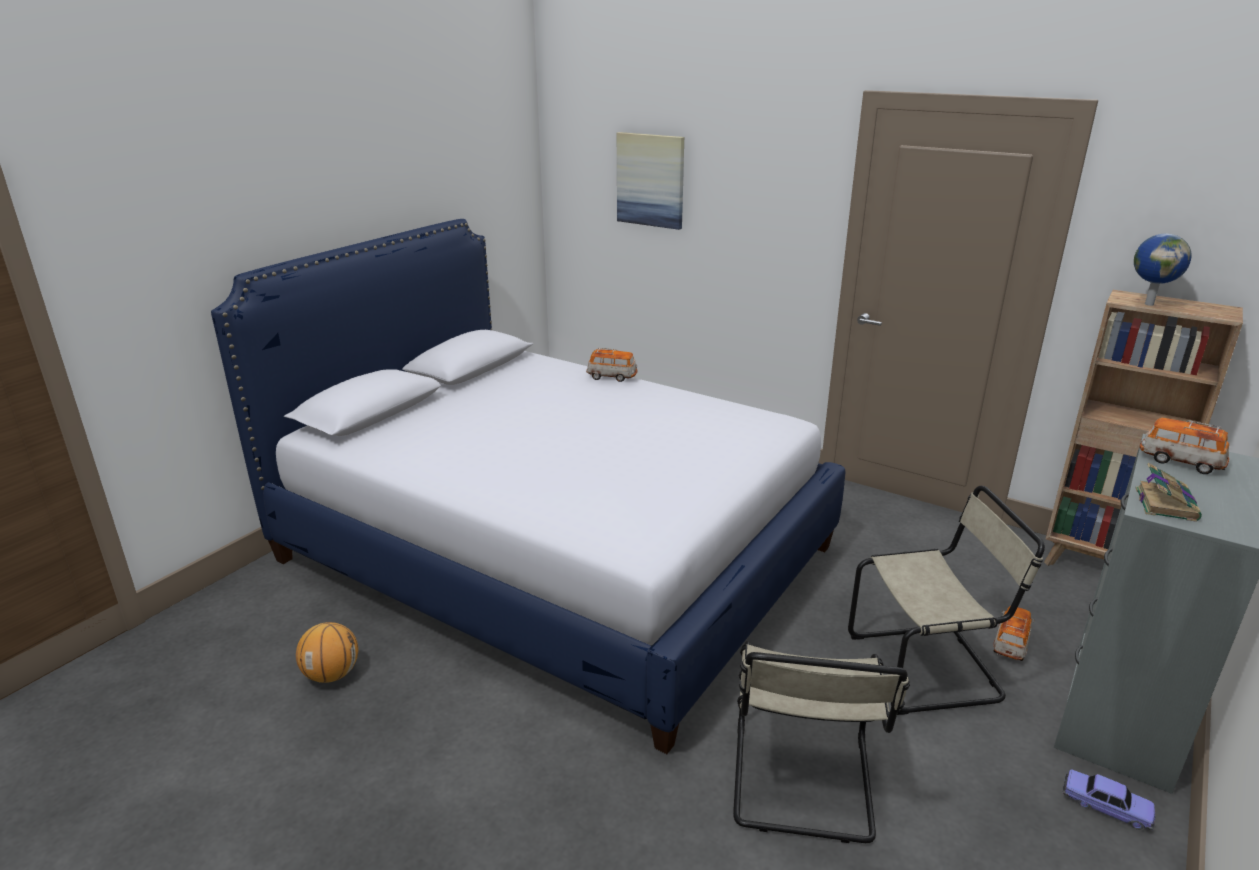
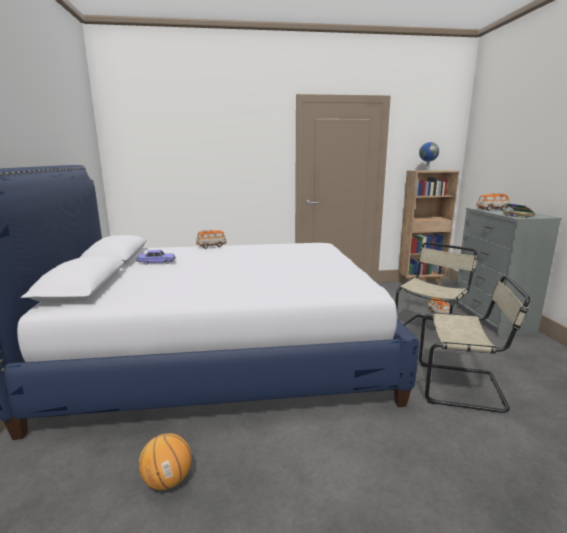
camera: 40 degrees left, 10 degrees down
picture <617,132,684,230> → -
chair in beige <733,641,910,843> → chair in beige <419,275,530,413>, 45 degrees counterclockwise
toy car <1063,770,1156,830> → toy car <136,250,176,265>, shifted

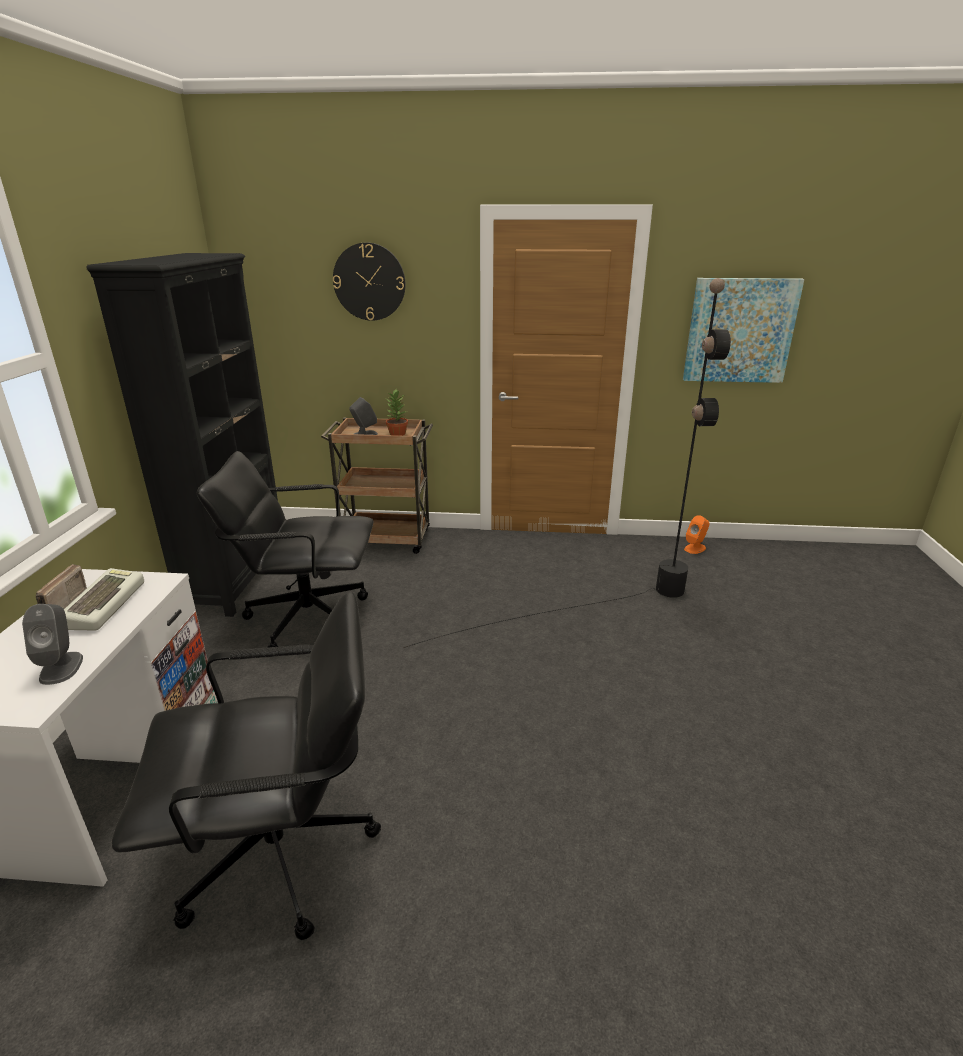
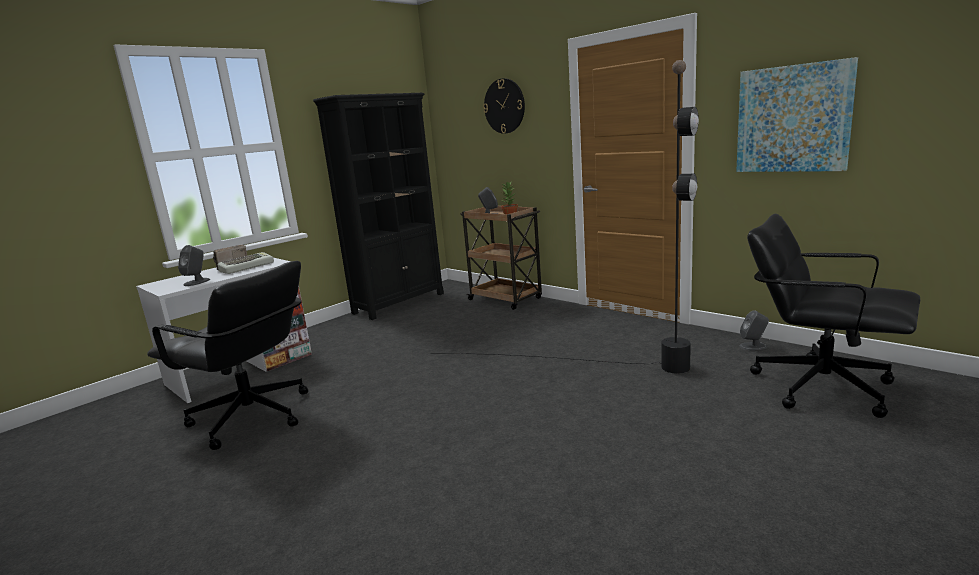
camera: 40 degrees right, 10 degrees down
office chair in black <196,451,374,648> → office chair in black <747,214,920,418>, shifted
speaker in orange <684,515,709,554> → speaker in grey <740,310,769,350>

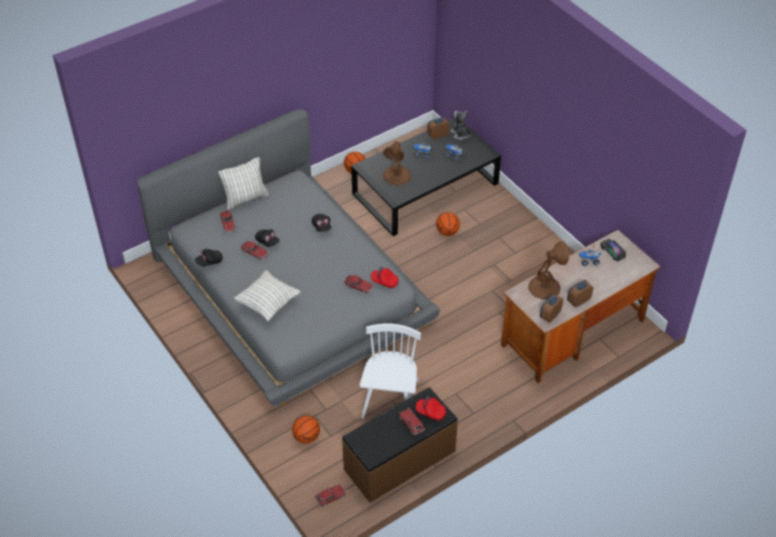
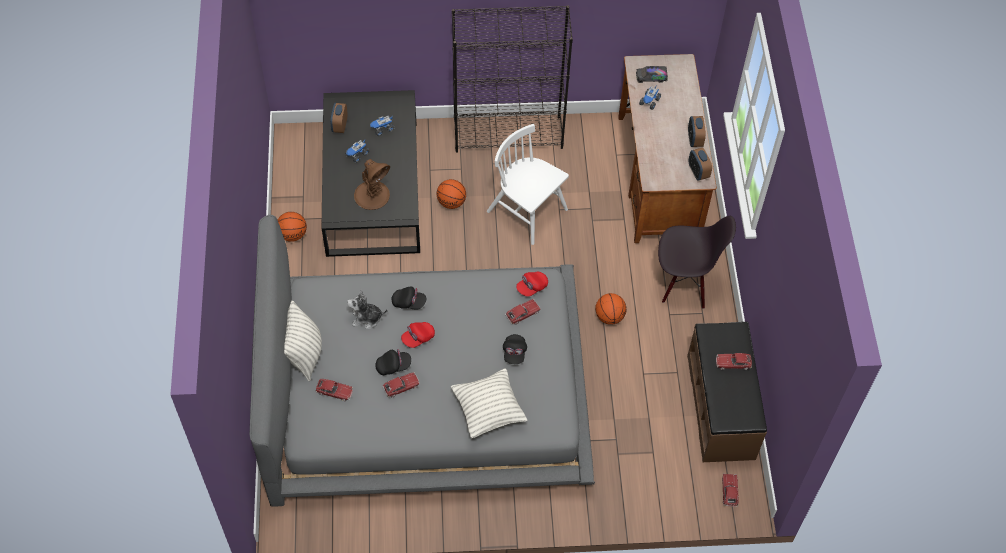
camera: 60 degrees left, 10 degrees up
plush toy <450,110,470,140> → plush toy <347,289,388,329>, shifted
table lamp in brown <528,241,569,300> → -
cap in black <195,249,223,267> → cap in black <503,334,527,364>, shifted
chair in white <360,323,421,419> → chair in white <487,124,569,245>, shifted
cap in red <416,396,446,420> → cap in red <401,322,435,348>, shifted
basketball <292,416,320,444> → basketball <595,293,627,325>, shifted
- → bookcase in black <452,5,573,153>
- → chair in black <658,216,736,309>

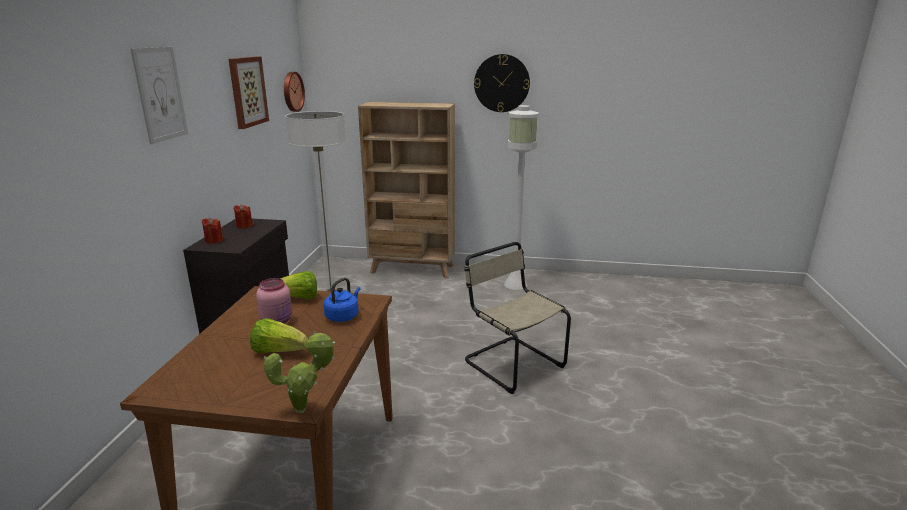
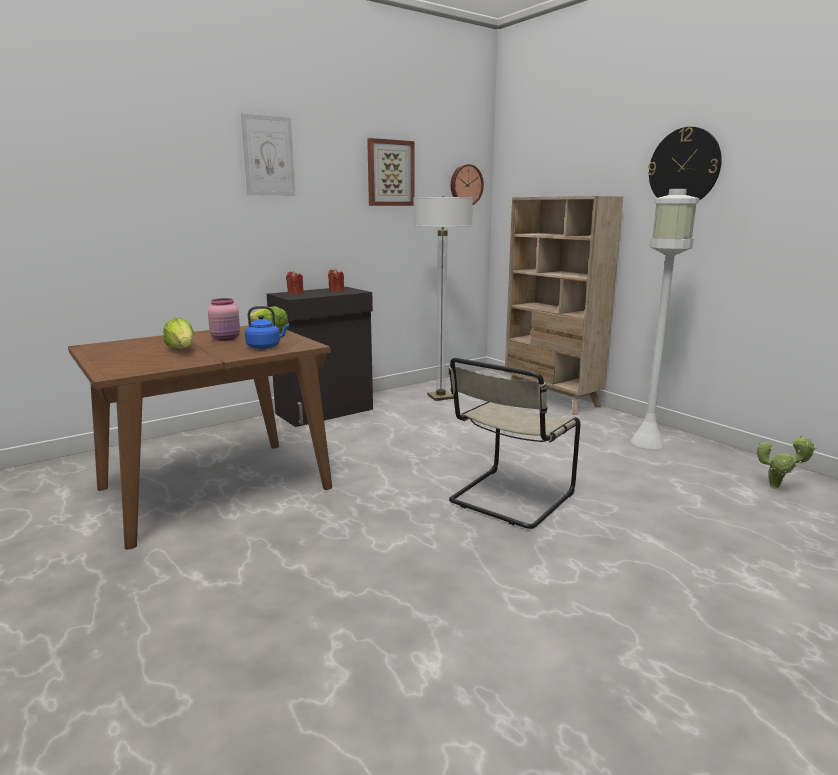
camera: 45 degrees right, 5 degrees down
chair in beige <464,242,571,394> → chair in beige <449,358,580,529>, 150 degrees counterclockwise
potted plant <263,332,336,413> → potted plant <757,435,817,489>, shifted

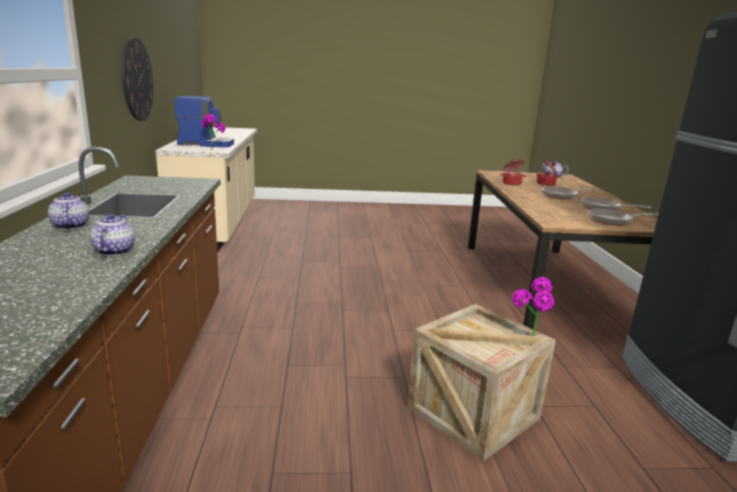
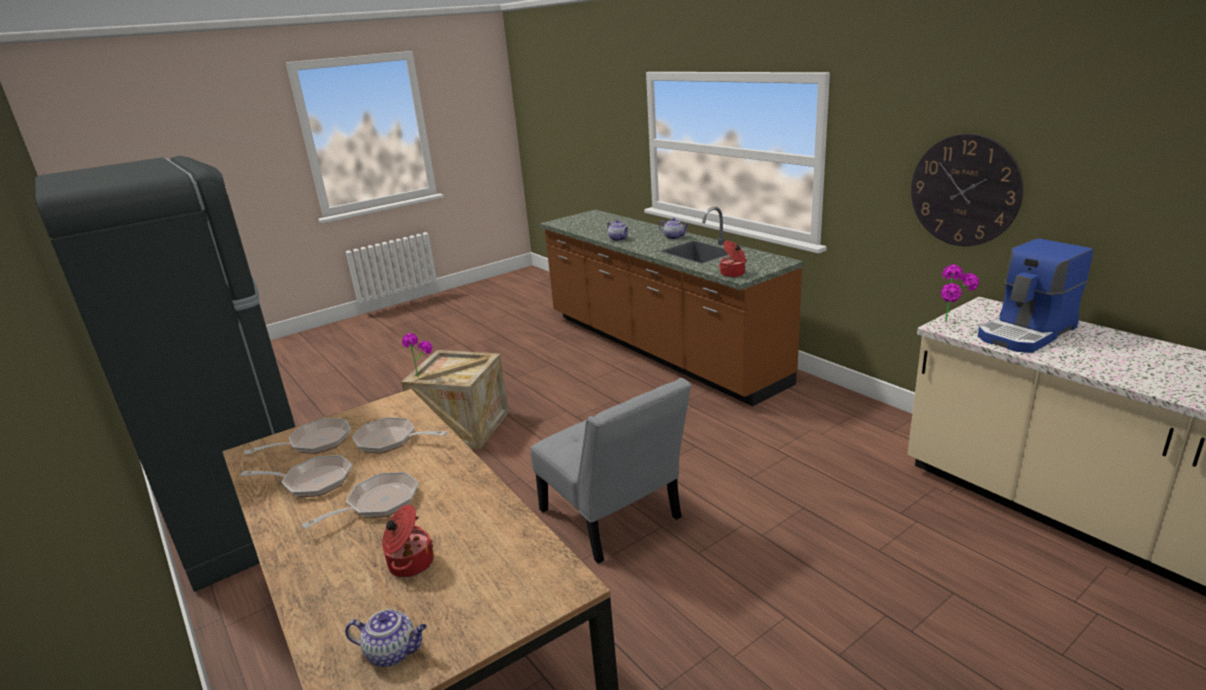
camera: 150 degrees right, 5 degrees up
cooking pot <500,160,526,186> → cooking pot <718,241,747,277>, shifted
- → chair in grey <530,378,691,564>
- → frying pan <352,417,447,453>

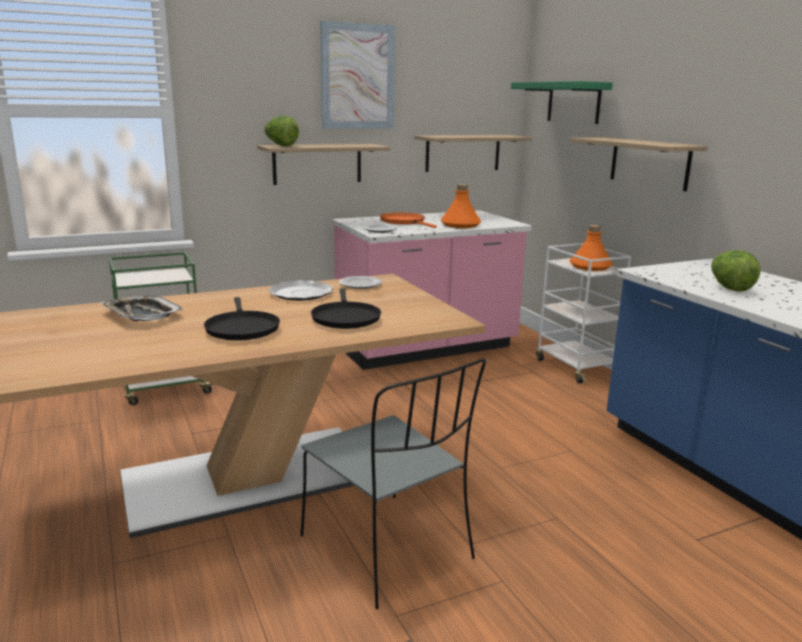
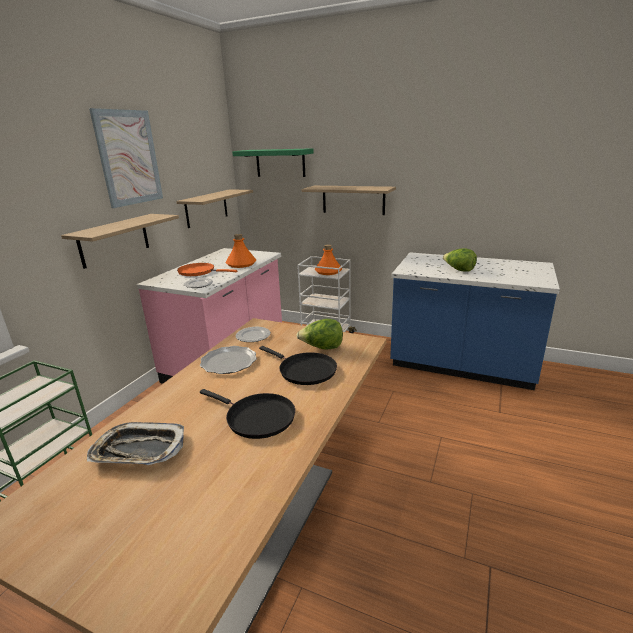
camera: 40 degrees left, 5 degrees up
lettuce <264,115,299,146> → lettuce <296,319,343,350>, shifted
chair in grey <301,358,486,609> → -

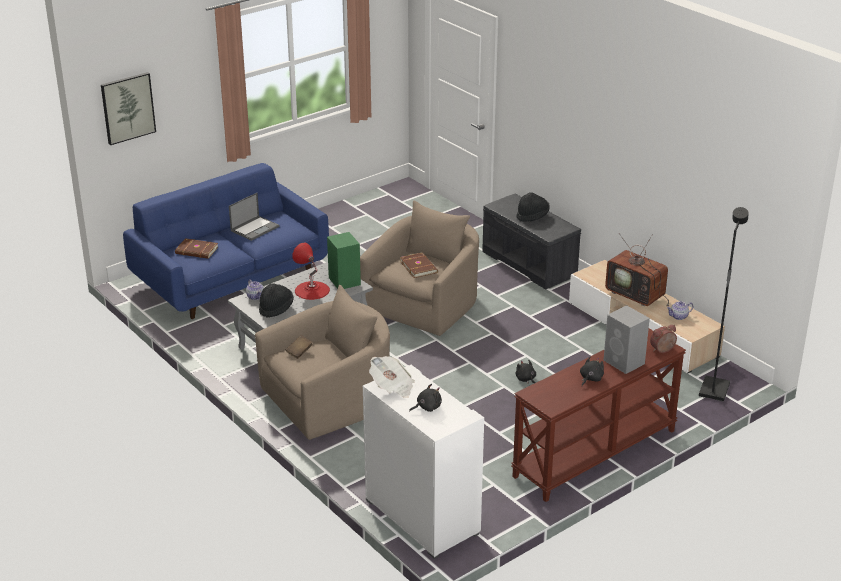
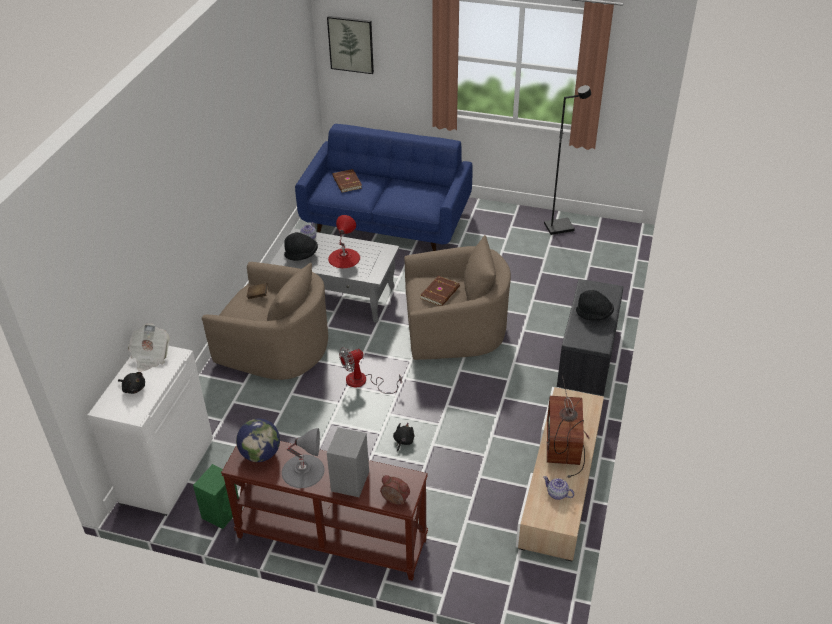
camera: 55 degrees right, 10 degrees up
laptop <229,193,279,241> → -
floor lamp in black <699,207,749,401> → floor lamp in black <544,85,591,235>, shifted
speaker in green <327,232,361,289> → speaker in green <193,464,239,529>, shifted
plush toy in black <580,356,604,386> → table lamp in grey <282,428,324,488>
- → fan <339,347,402,394>
- → globe <236,419,280,462>

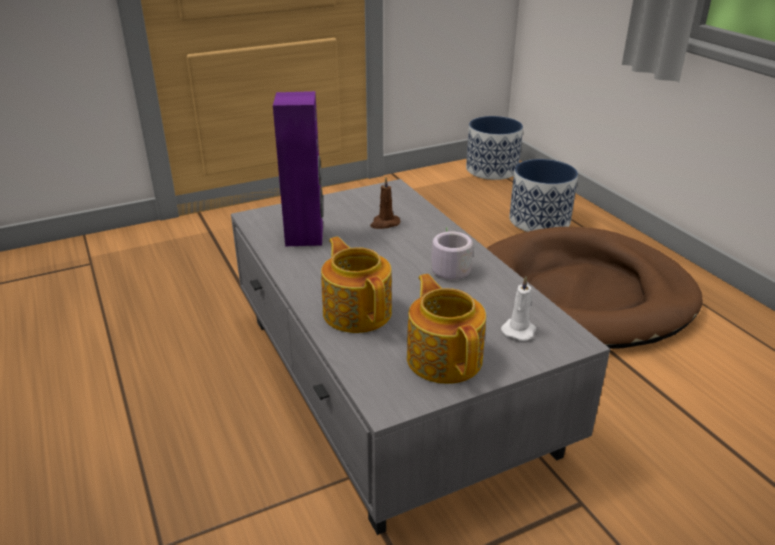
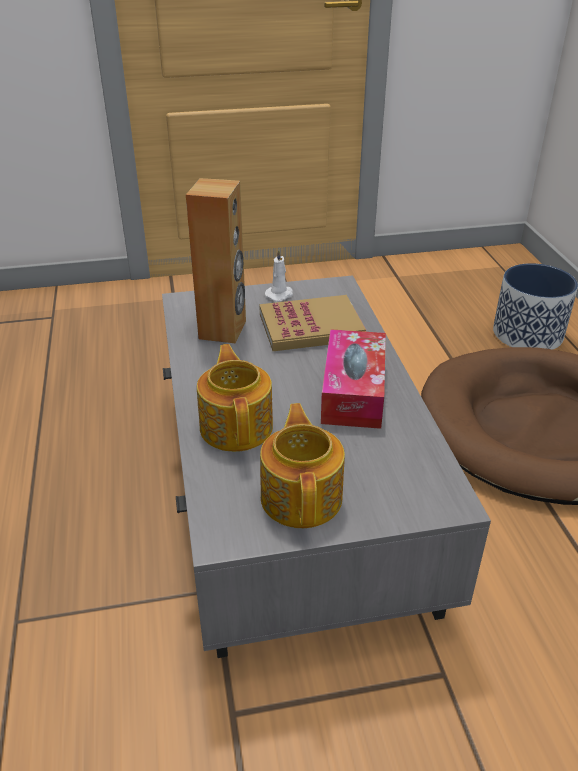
camera: 15 degrees right, 5 degrees up
speaker in purple <273,91,323,246> → speaker in brown <186,178,246,344>
planter <466,116,523,180> → -
candle in brown <370,177,400,229> → book <259,295,366,351>
mug in grey <431,226,473,280> → tissue box <321,329,386,429>
candle in white <501,276,536,341> → candle in white <265,249,293,301>, shifted

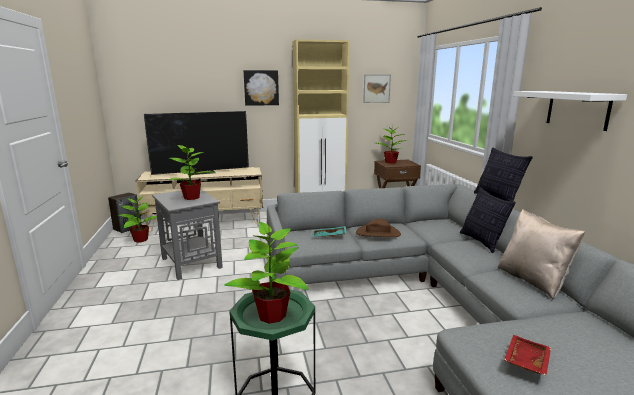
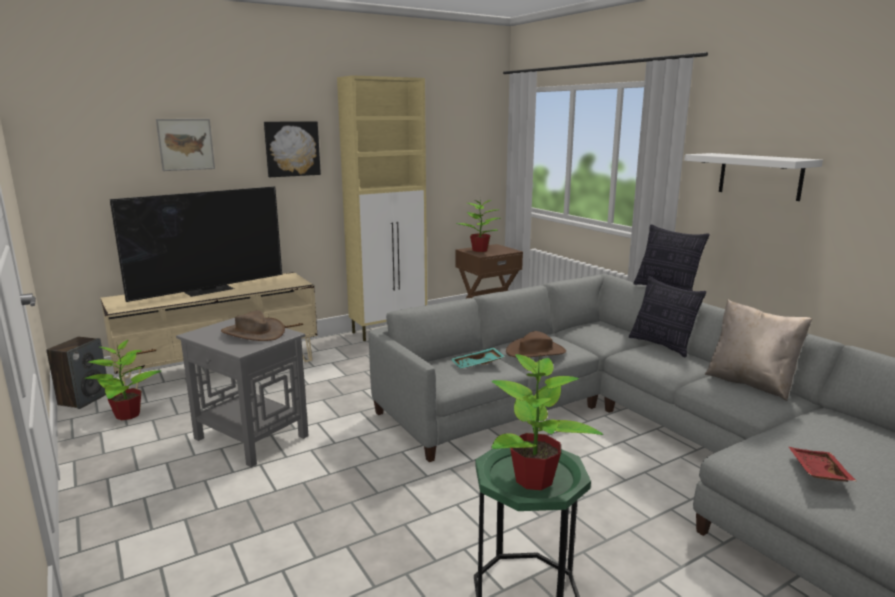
camera: 20 degrees left, 0 degrees up
picture <363,74,391,103> → picture <156,119,215,171>, shifted
potted plant <169,145,216,200> → hat in brown <221,310,285,341>

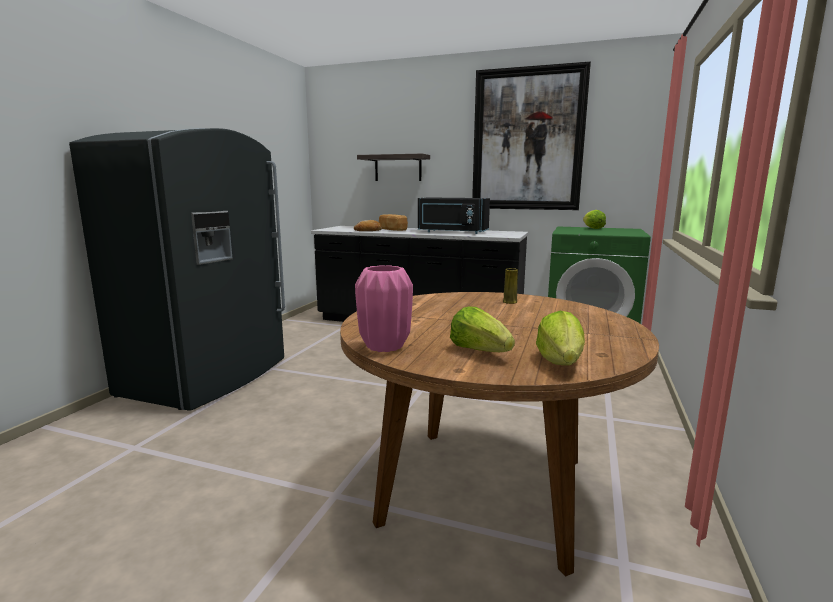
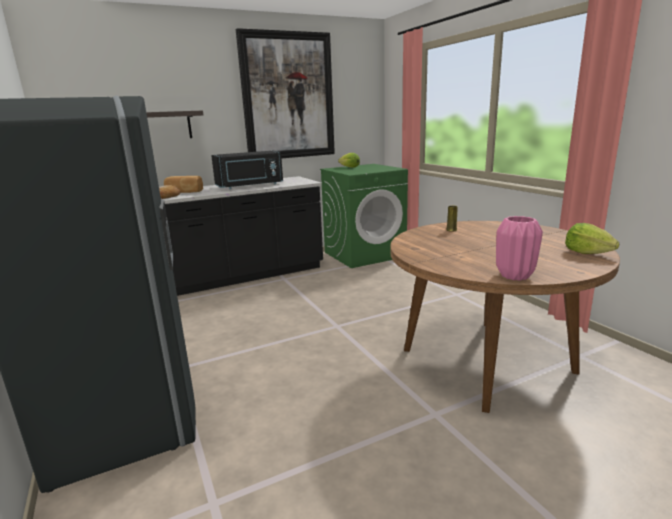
camera: 45 degrees left, 5 degrees up
lettuce <450,306,515,352> → -

